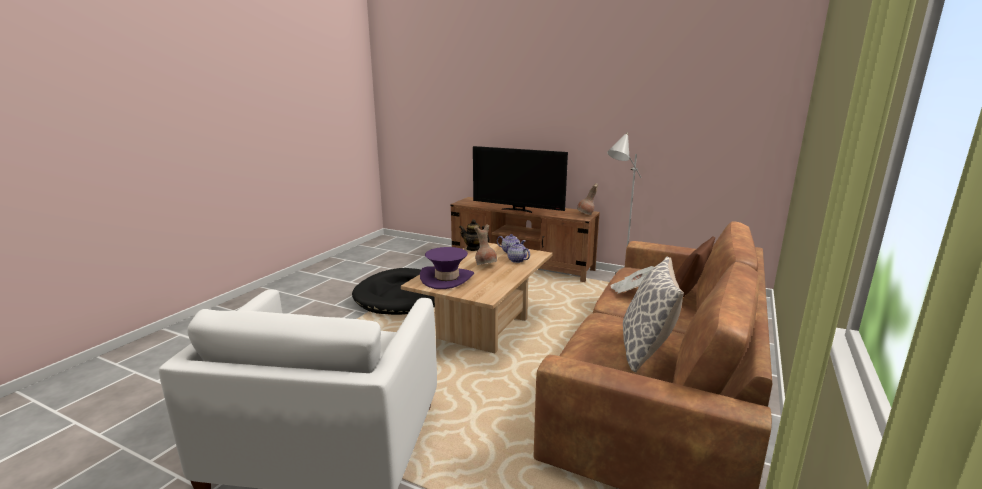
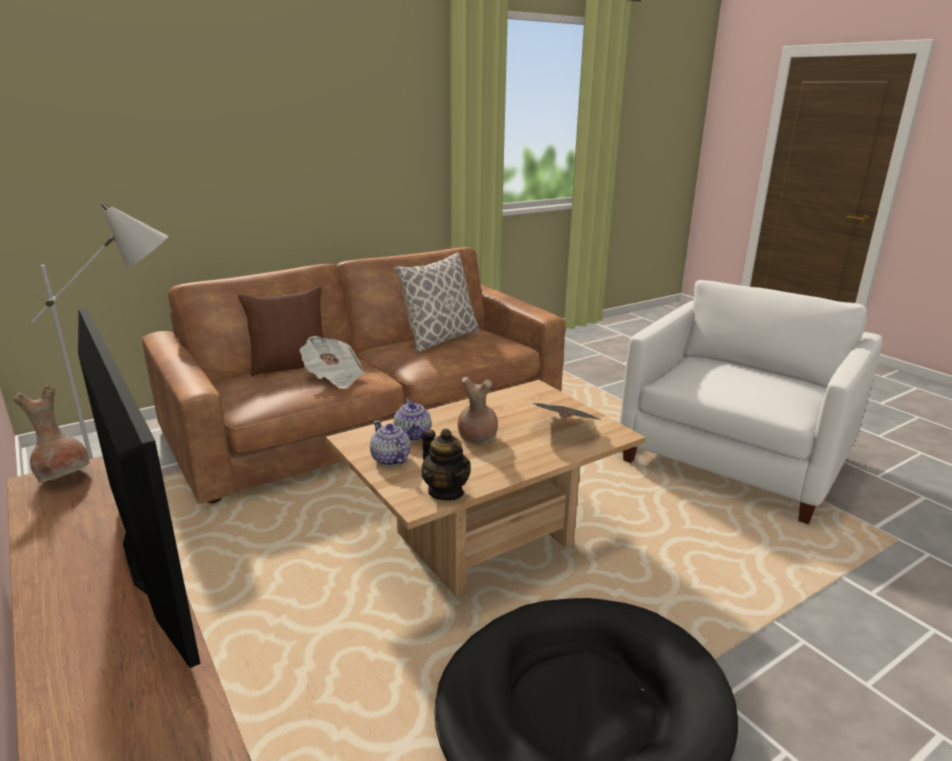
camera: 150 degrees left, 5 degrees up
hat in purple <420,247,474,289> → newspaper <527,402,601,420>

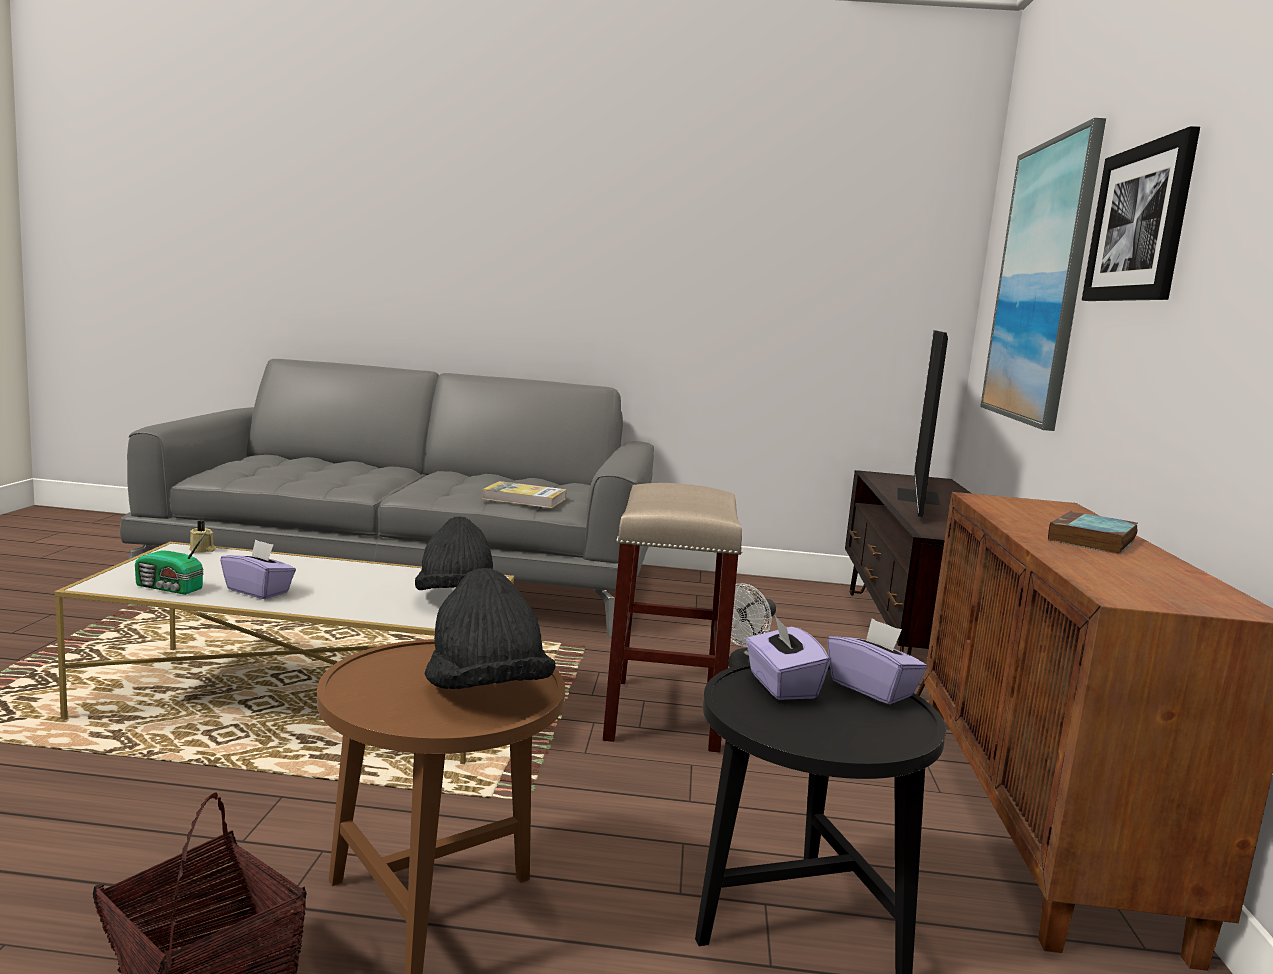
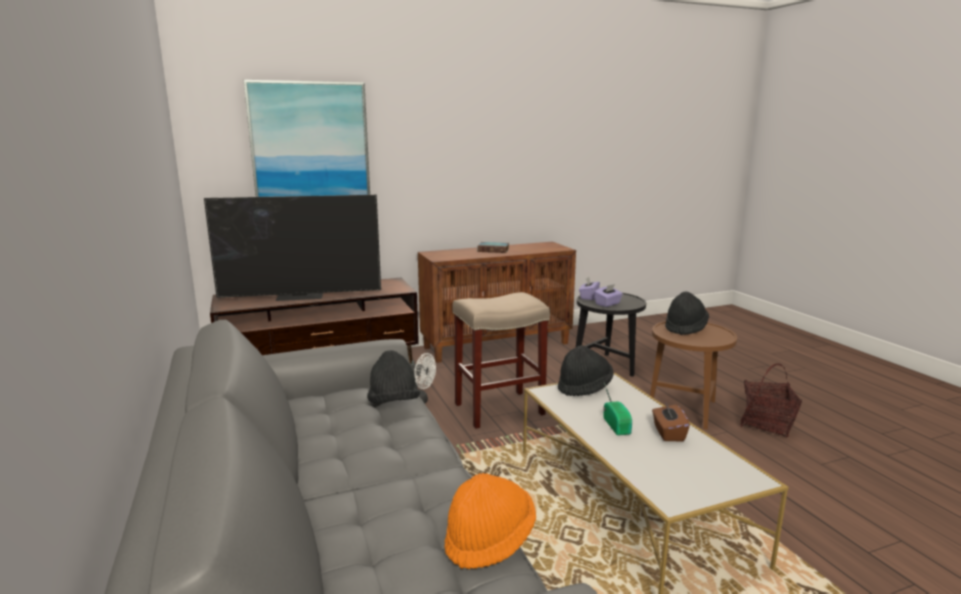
camera: 115 degrees left, 5 degrees up
picture <1082,126,1200,301> → -
book <482,481,567,508> → hat in black <367,350,420,403>
candle in beige <189,521,216,553> → -
radio <135,530,207,595> → radio <603,383,632,436>, shifted
tissue box in purple <220,539,296,599> → tissue box in brown <652,403,690,441>
- → hat in orange <445,473,536,569>

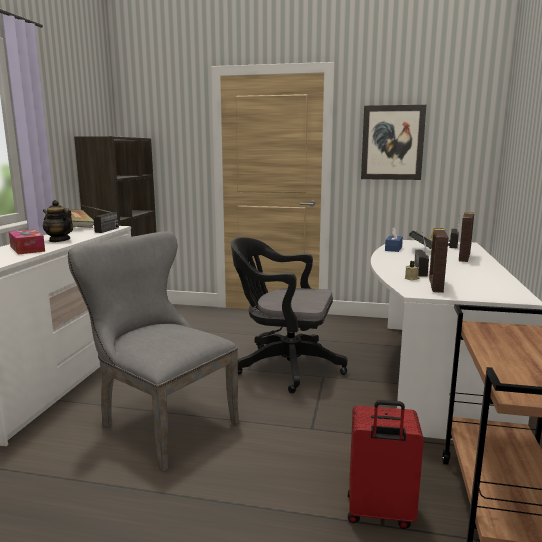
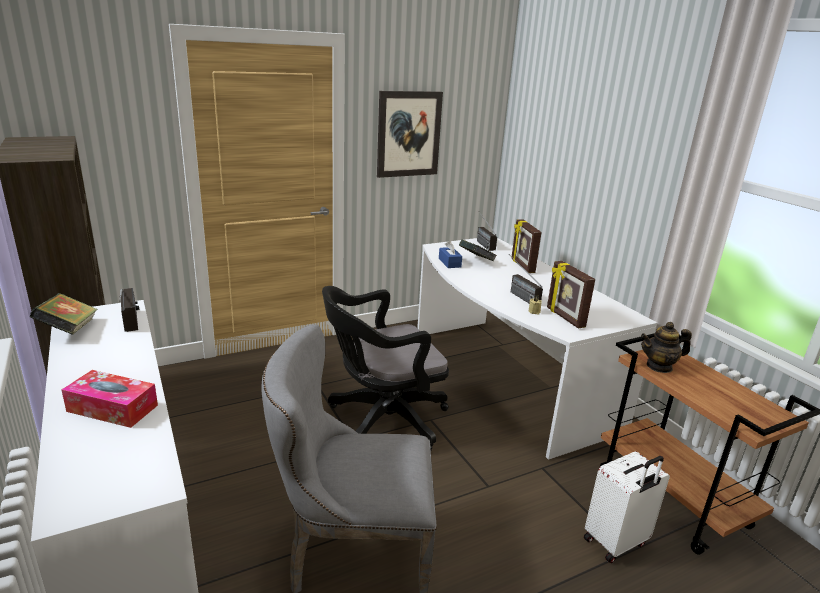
camera: 40 degrees left, 10 degrees up
teapot <43,200,73,242> → teapot <641,322,692,373>, shifted
suitcase in red <348,400,424,529> → suitcase in white <584,451,670,563>

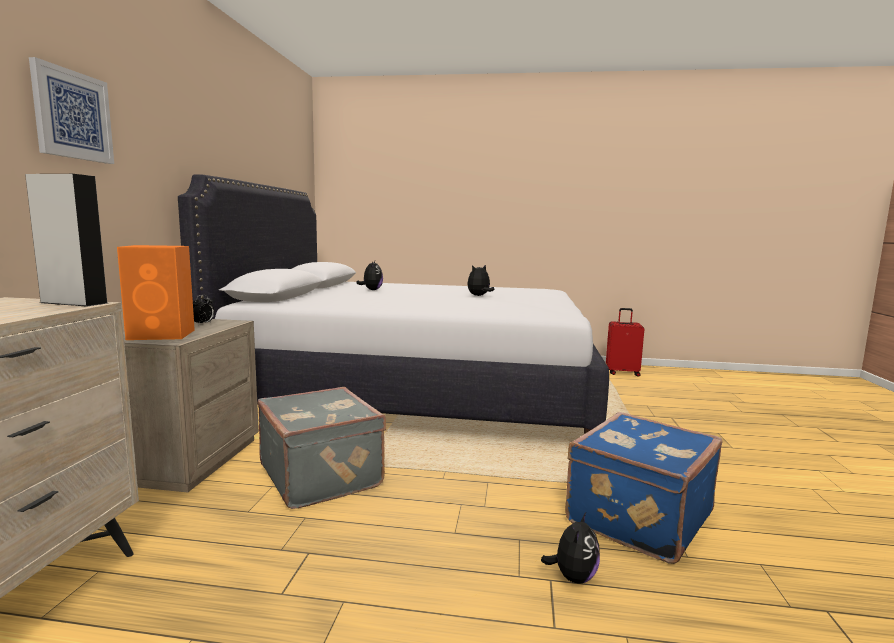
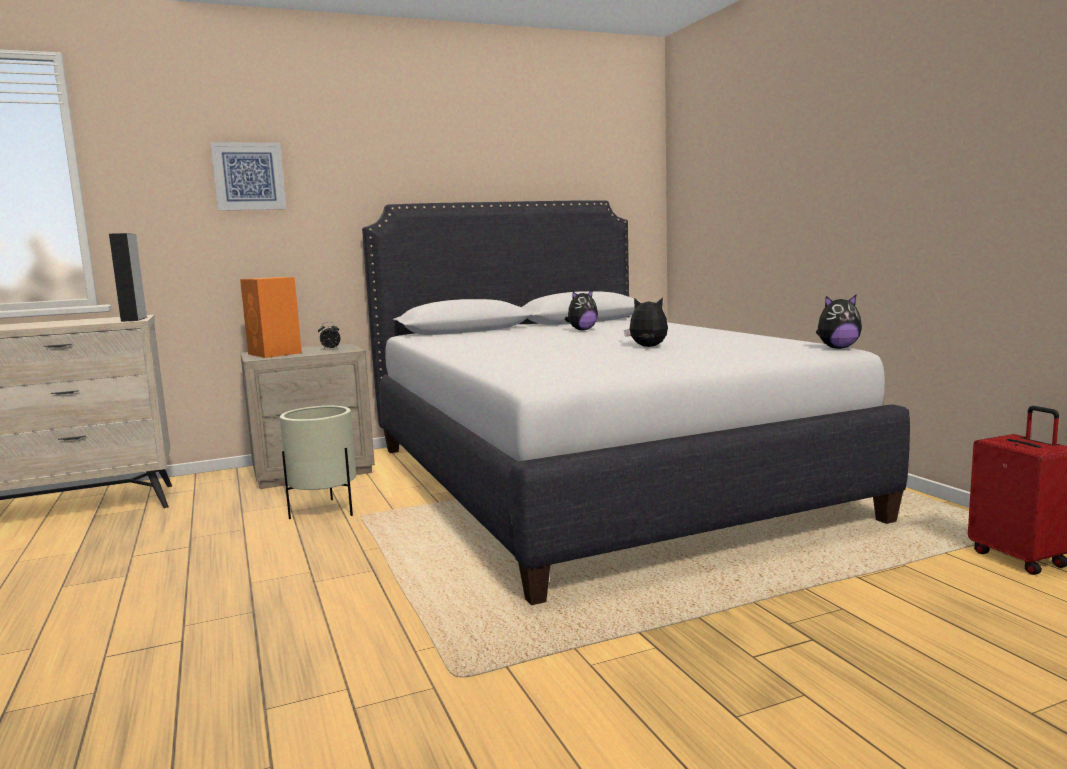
camera: 60 degrees right, 0 degrees up
suitcase in grey <258,387,386,509> → planter in beige <280,406,356,519>
suitcase in blue <565,412,723,564> → -
plush toy <541,513,600,584> → plush toy <816,294,862,349>, shifted

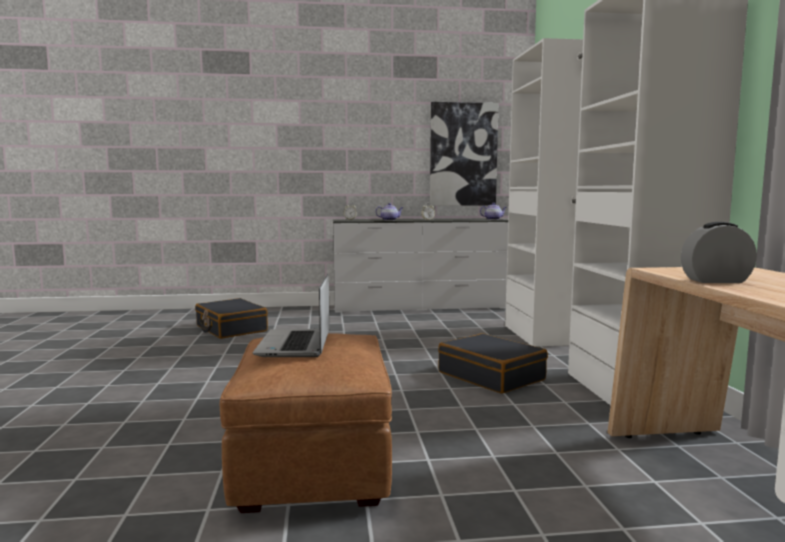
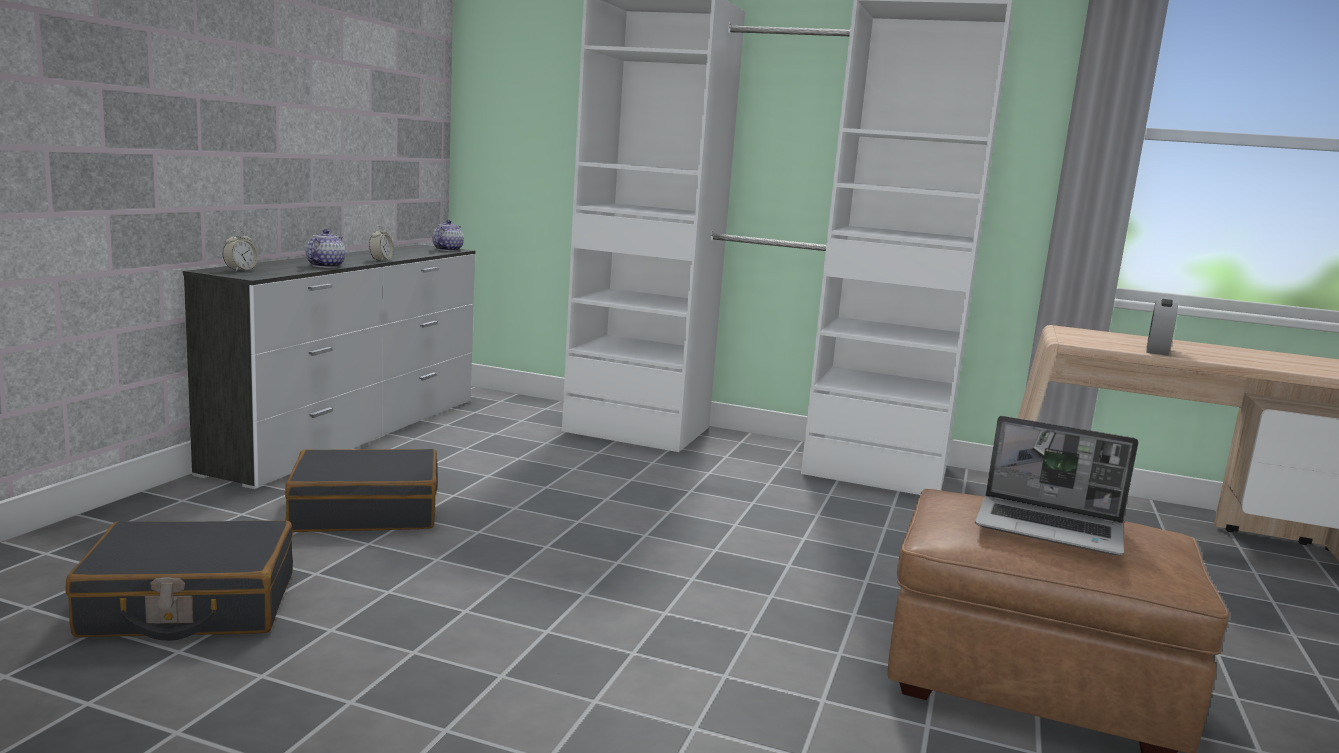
camera: 65 degrees left, 5 degrees up
picture <430,102,498,206> → -
suitcase in black <438,333,548,394> → suitcase in black <285,449,438,532>, shifted

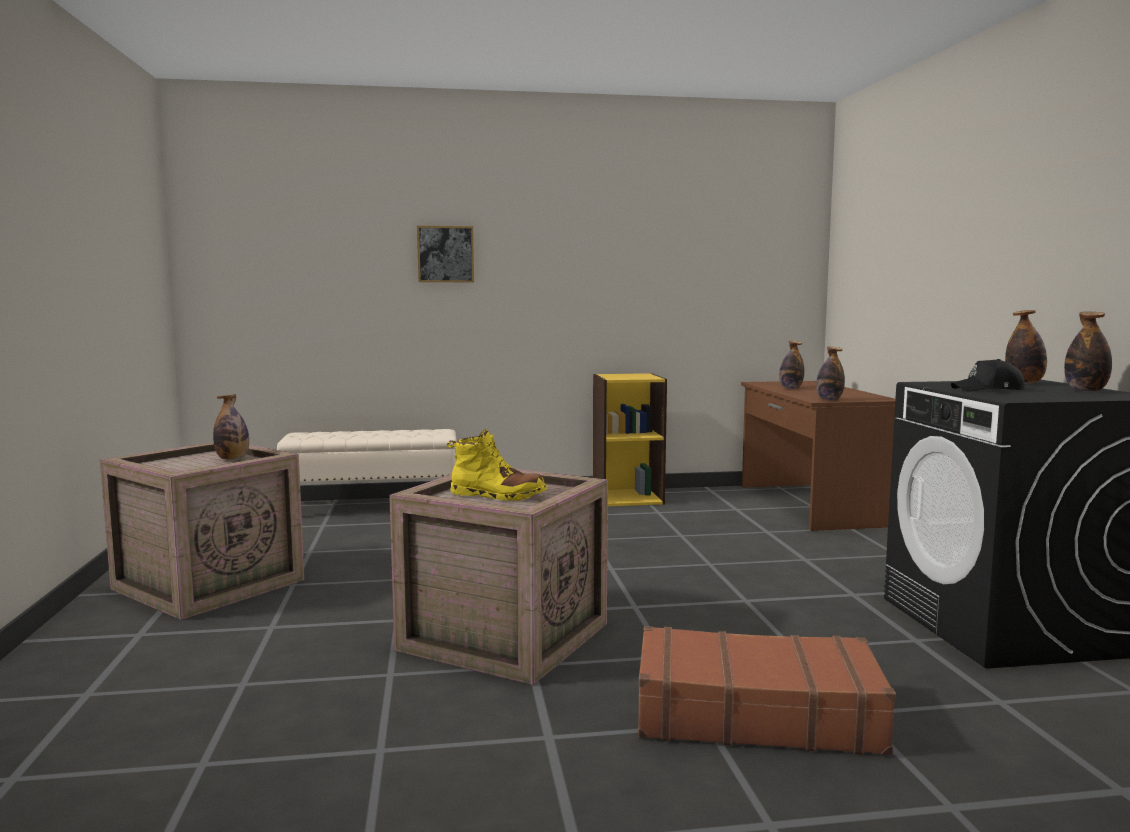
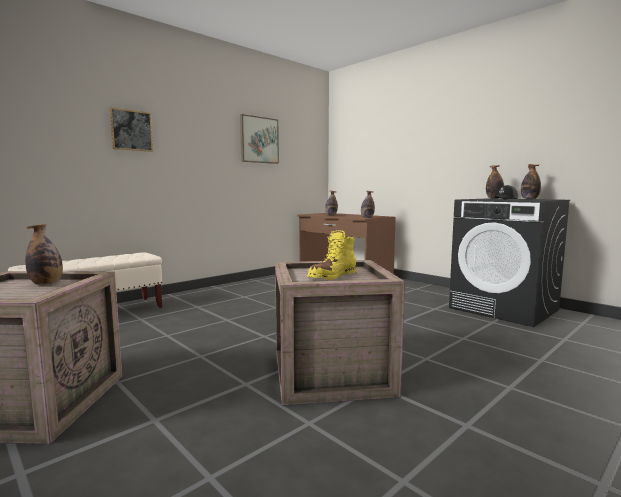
camera: 35 degrees left, 0 degrees up
bookcase in yellow <593,373,667,506> → -
boot in yellow <447,429,547,501> → boot in yellow <307,230,356,280>, 150 degrees clockwise
suitcase in brown <638,626,896,755> → -
- → picture <240,114,279,164>

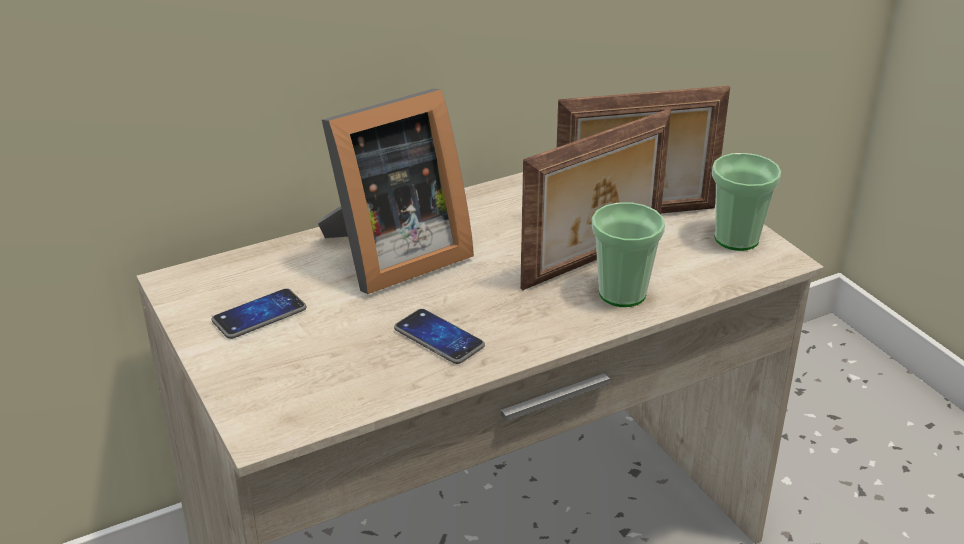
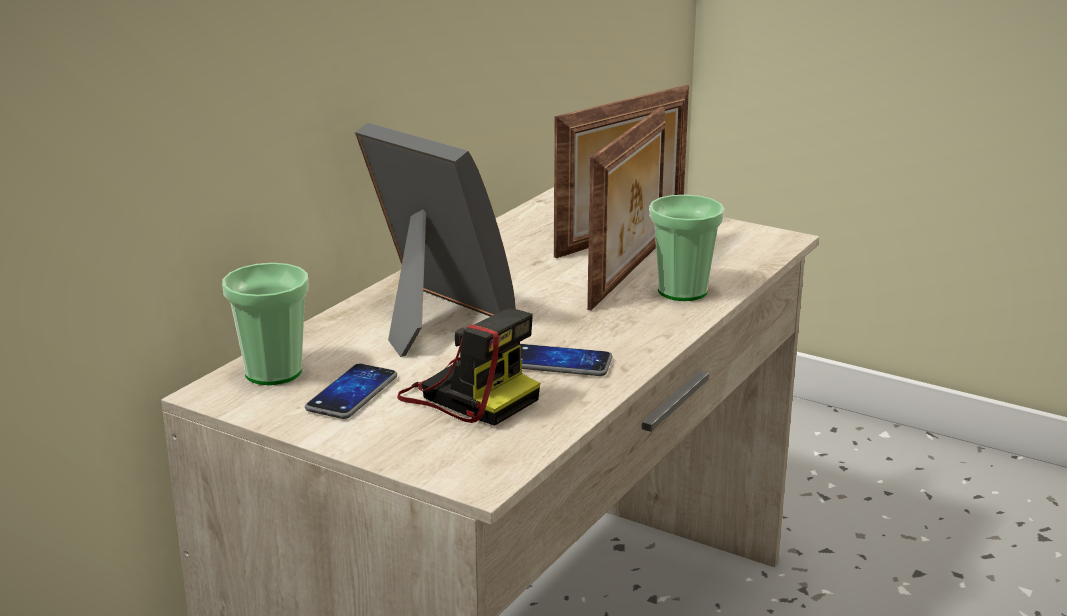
camera: 30 degrees left, 10 degrees down
picture frame <317,89,474,294> → picture frame <355,123,516,357>, 75 degrees counterclockwise
cup <712,153,781,251> → cup <222,263,309,385>, shifted
- → photo camera <397,308,540,426>

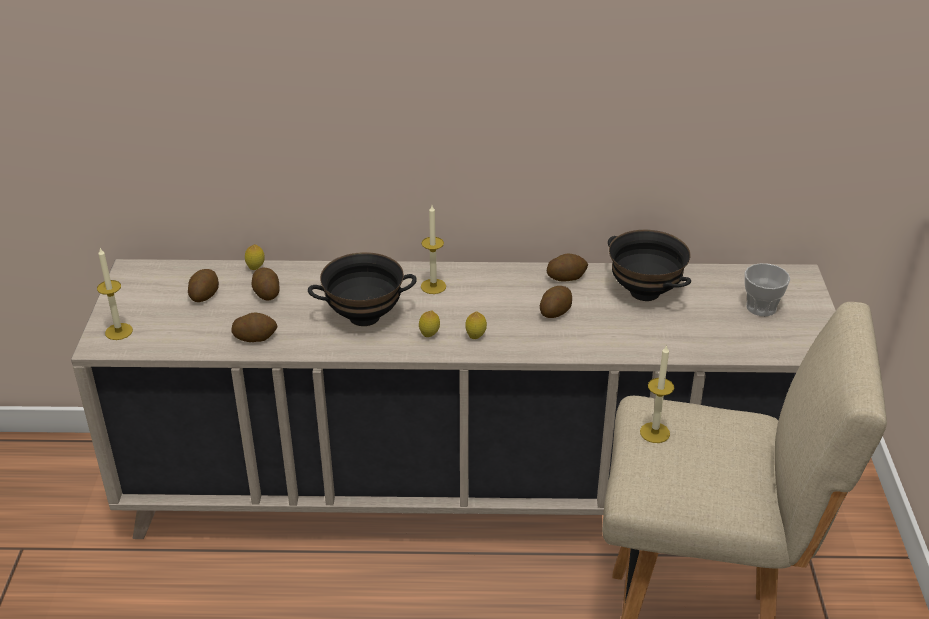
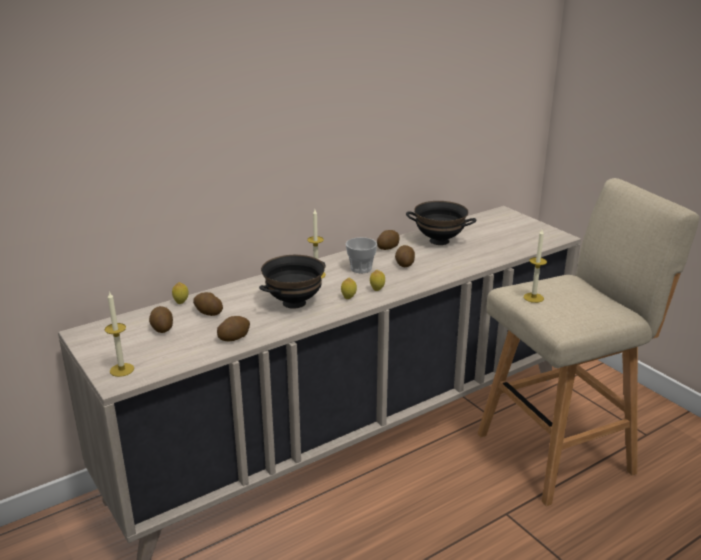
camera: 35 degrees left, 10 degrees down
cup <745,263,790,316> → cup <346,237,377,273>, shifted

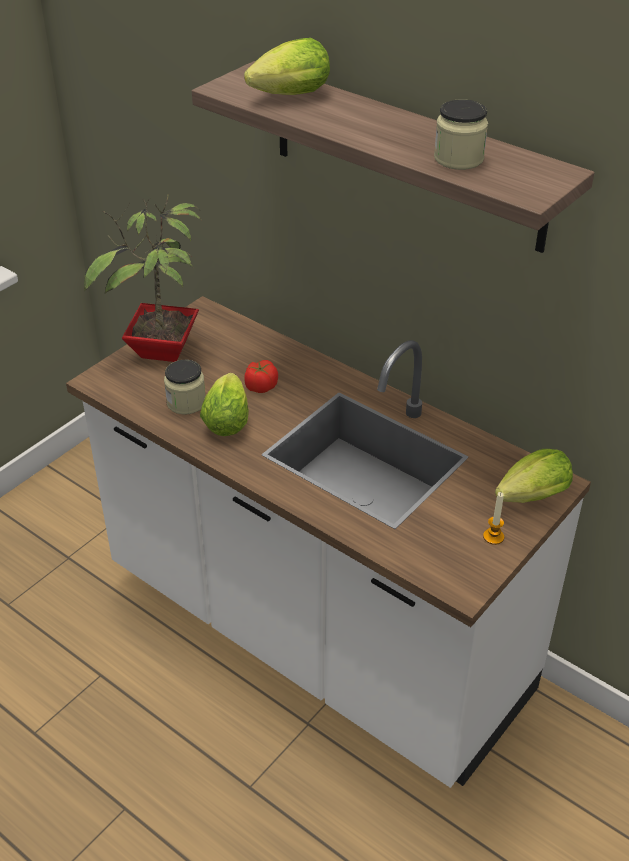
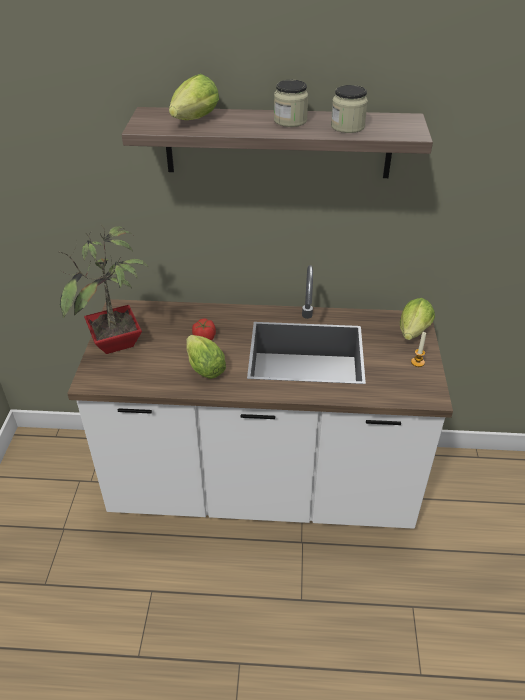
camera: 35 degrees left, 0 degrees up
jar <164,360,205,415> → jar <274,80,308,127>, shifted

